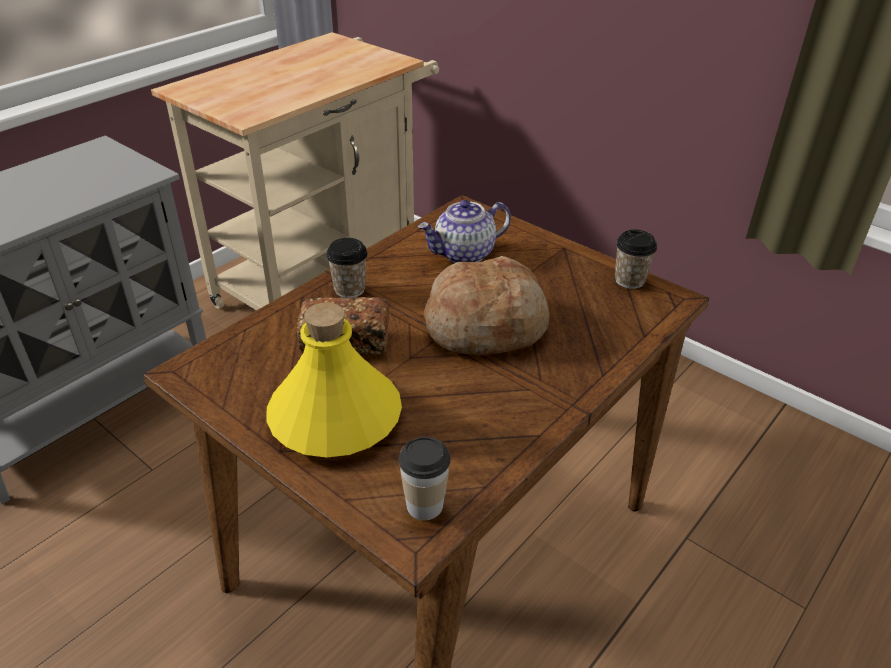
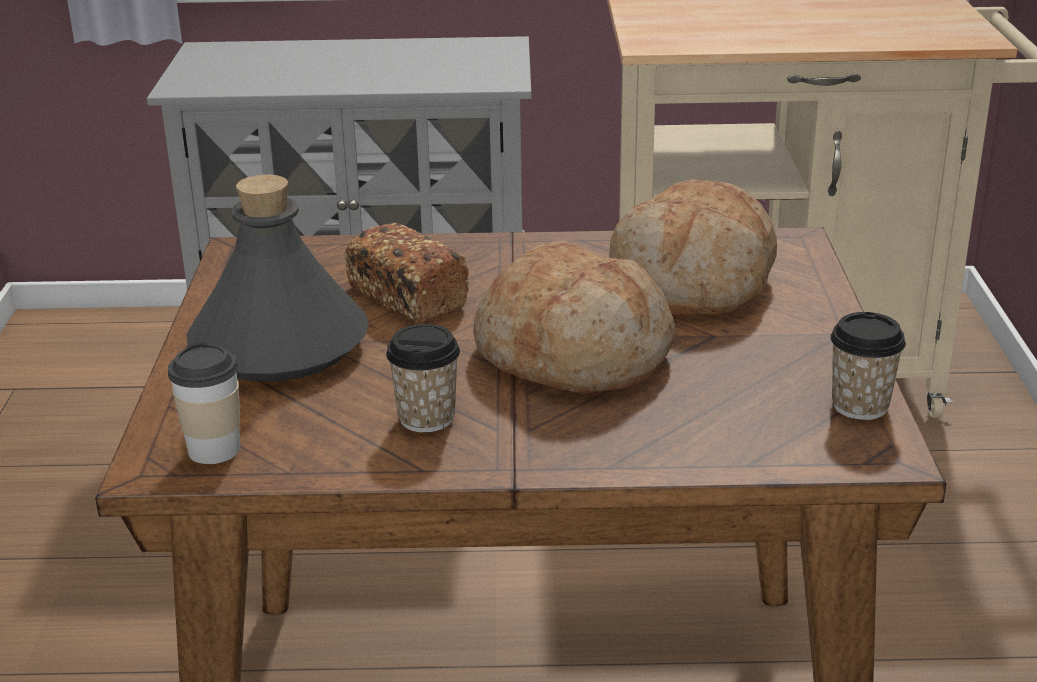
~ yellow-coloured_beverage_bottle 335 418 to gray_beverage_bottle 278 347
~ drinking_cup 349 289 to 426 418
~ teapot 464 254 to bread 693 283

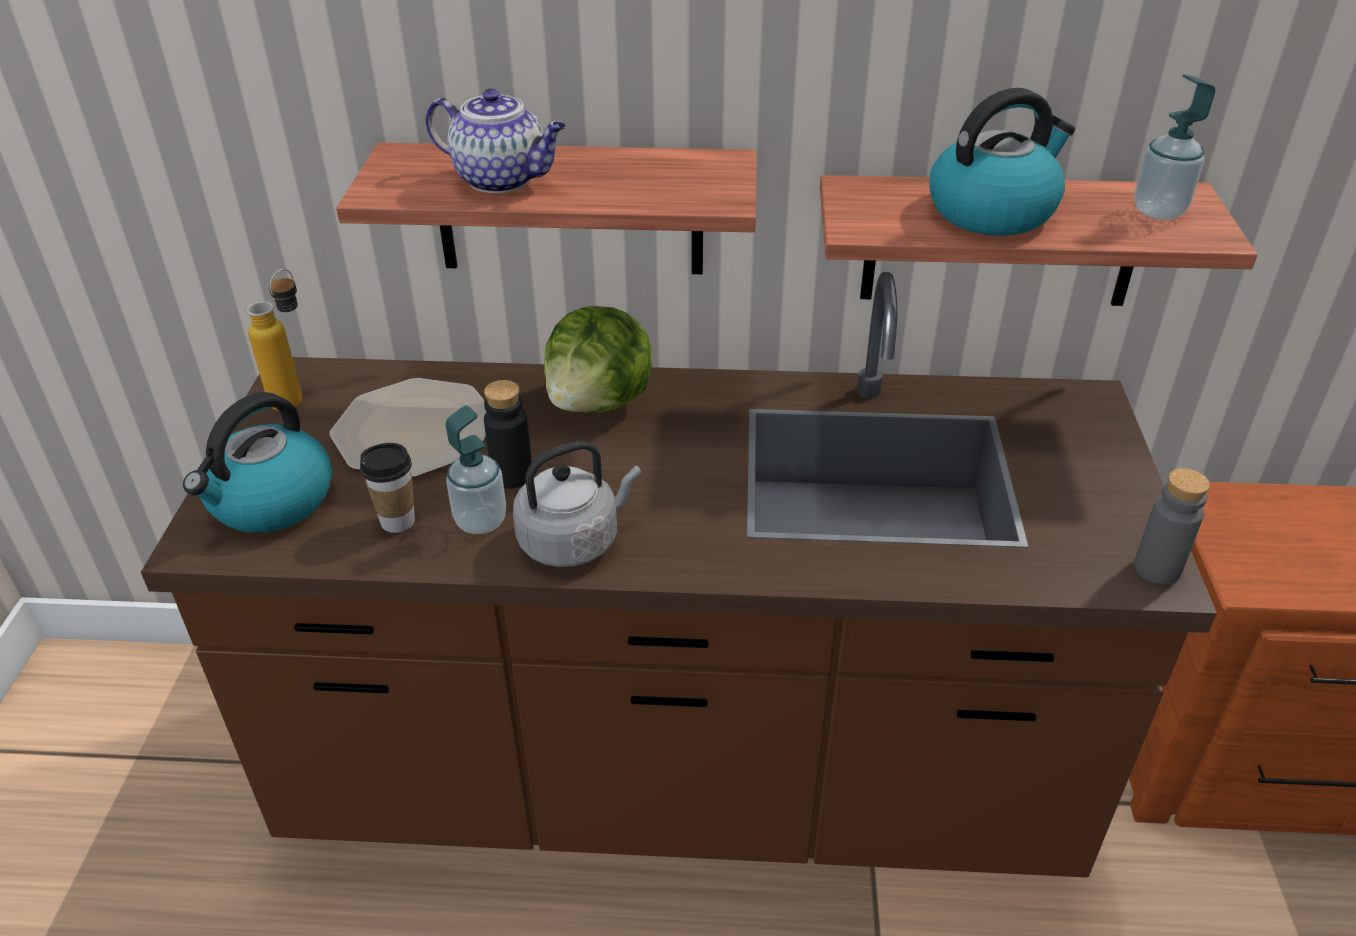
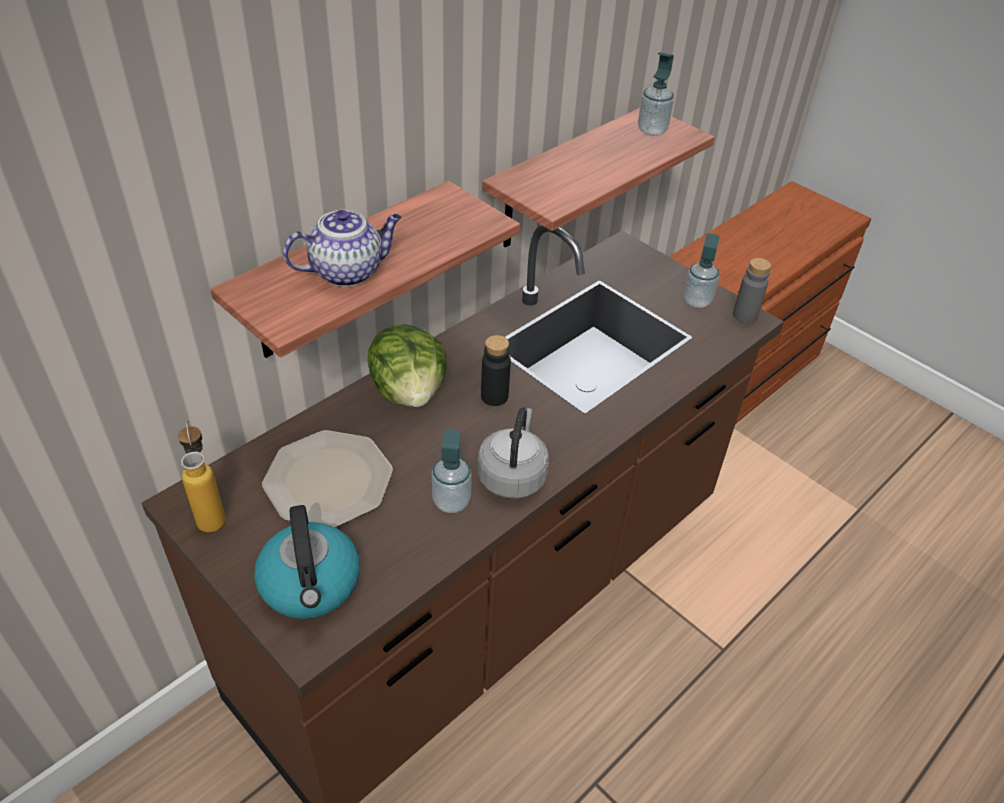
- drinking_cup 398 521
~ black-coloured_beverage_bottle 512 475 to 494 396
- kettle 993 211
+ soap_dispenser 697 301

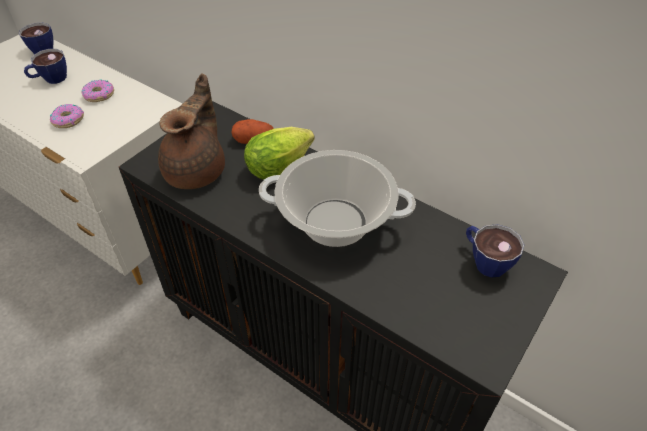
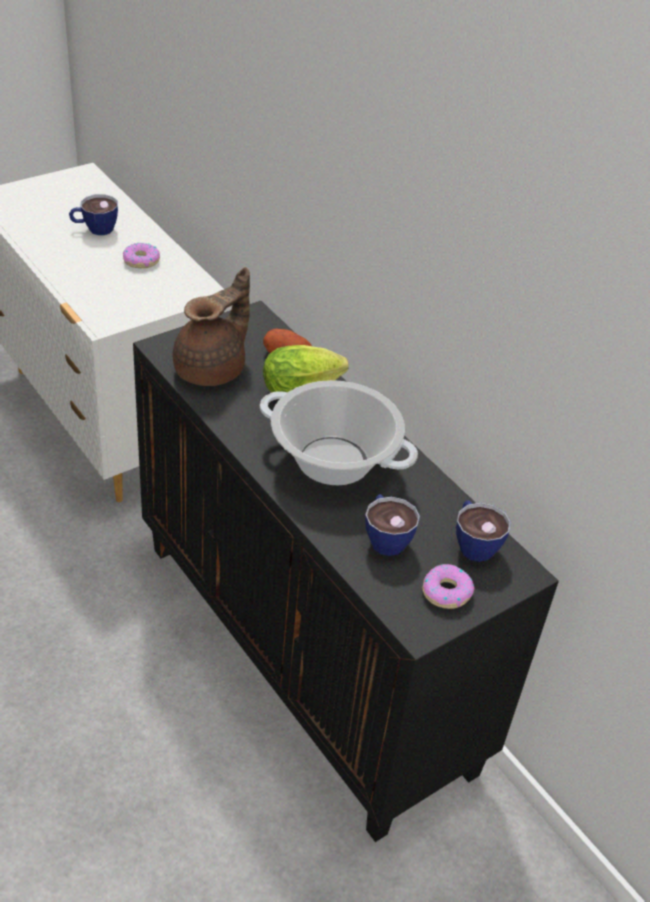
~ drinking_cup 41 48 to 385 537
~ donut 68 120 to 446 592

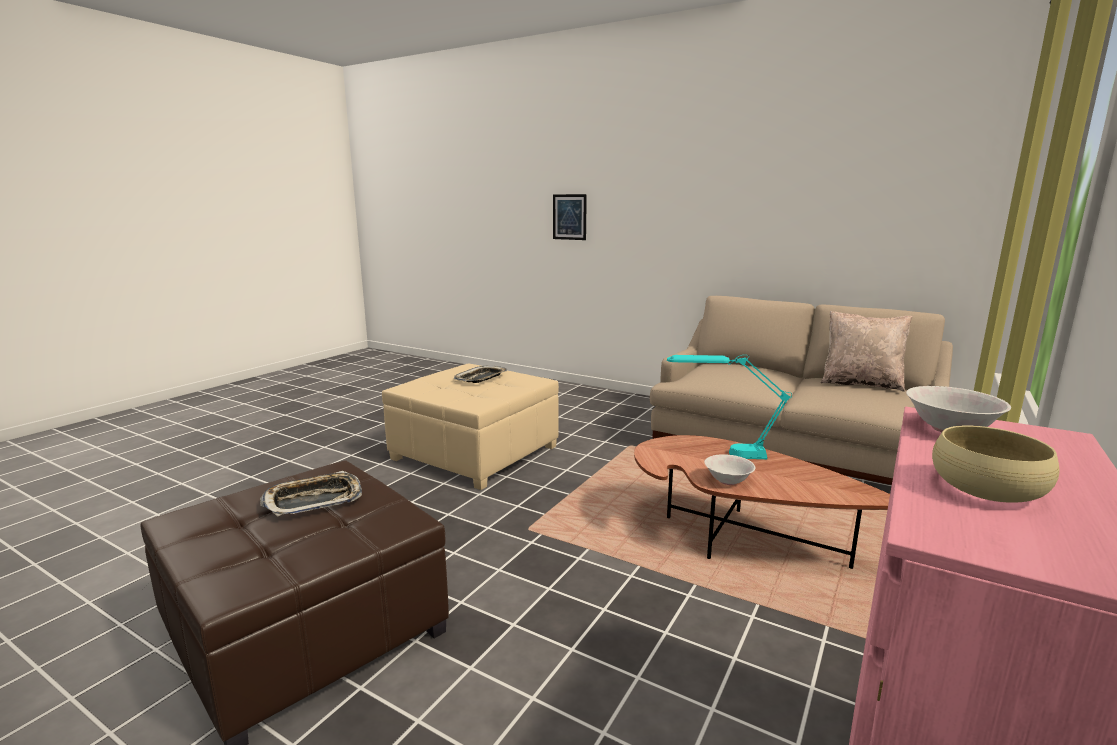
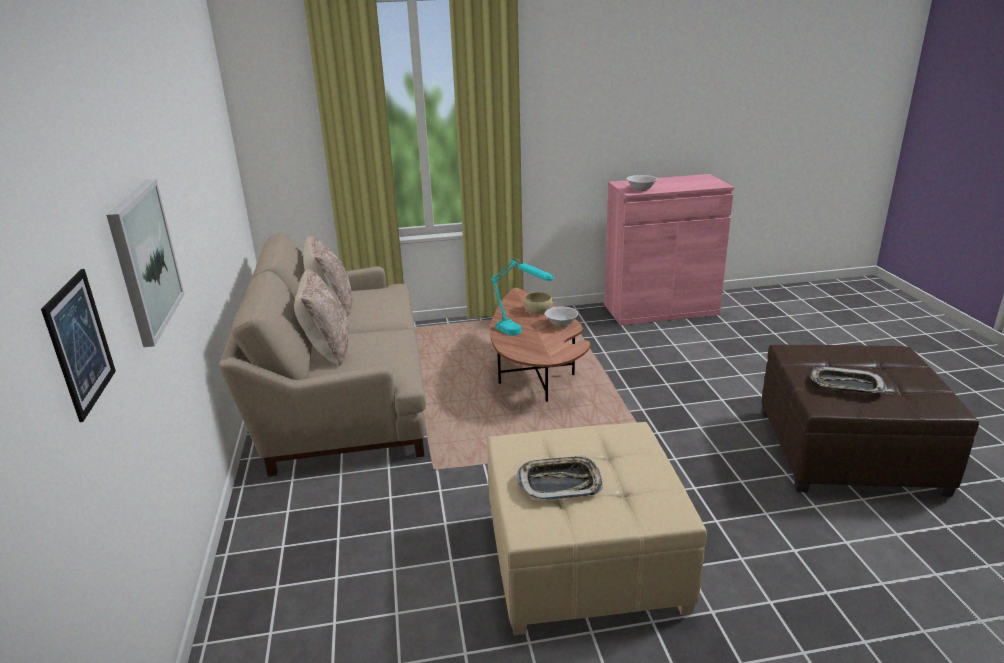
~ sand-coloured_serving_bowl 986 489 to 538 310
+ wall_picture 144 260
+ sand-coloured_cushion 327 349

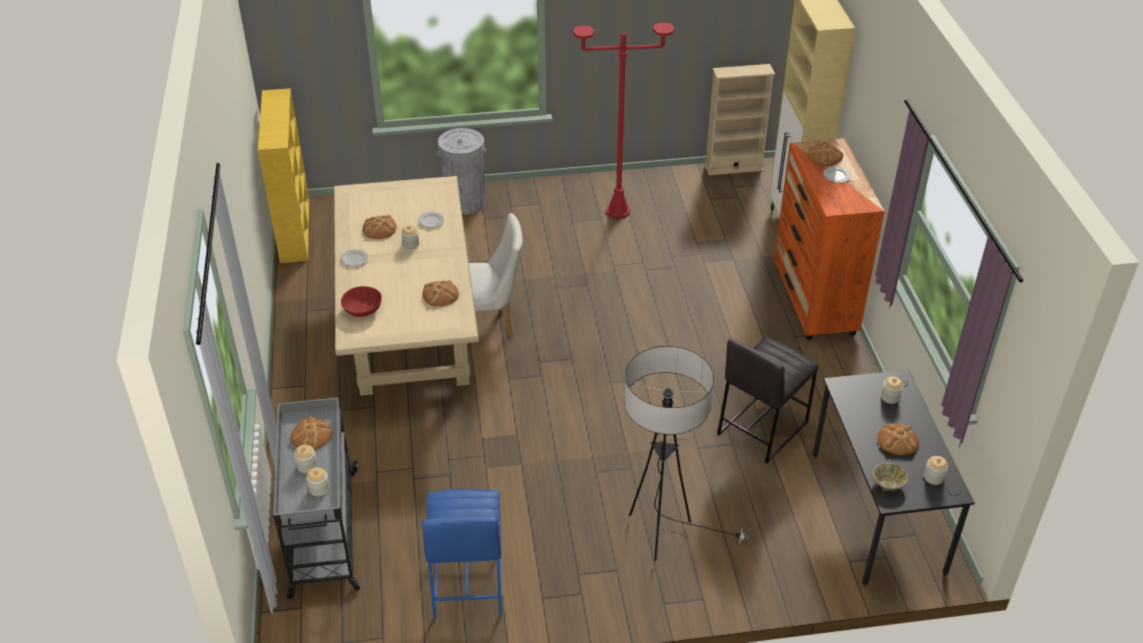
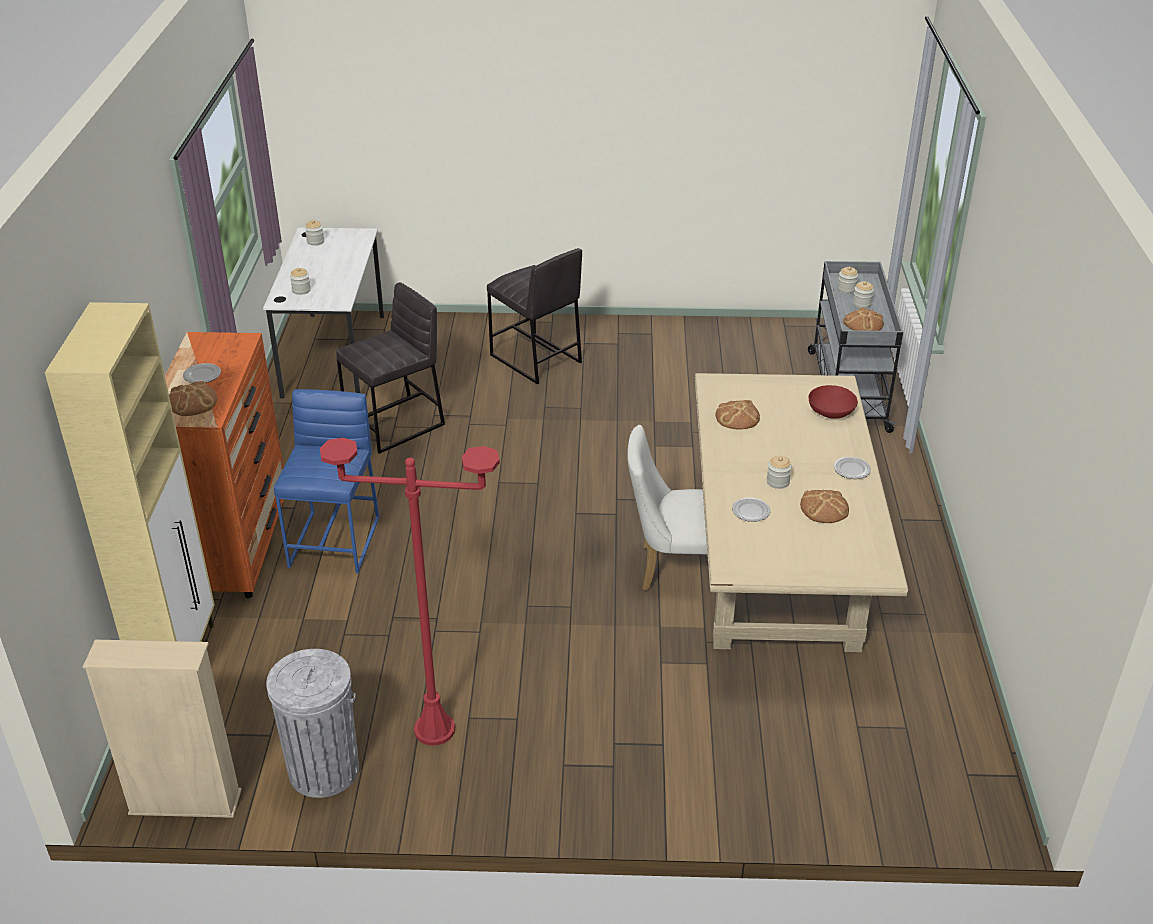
- yellow-coloured_shelving_unit 294 229
~ blue_sitting_stool 467 583 to 336 541
~ gray_trash_can 465 202 to 323 770
~ standing_lamp 662 535 to gray_sitting_stool 535 359
~ black-coloured_desk_unit 877 512 to whitish_desk_unit 334 355
- sand-coloured_serving_bowl 888 483
- bread 897 441

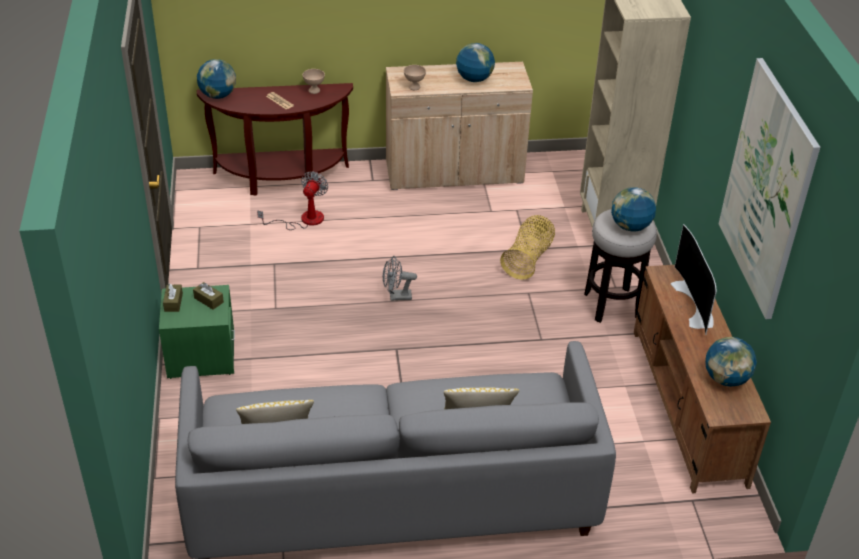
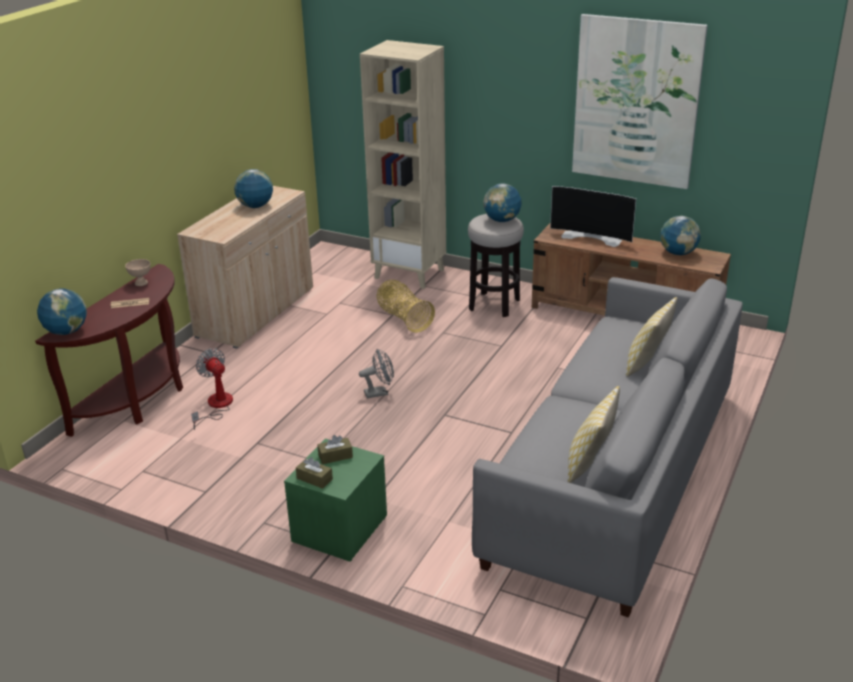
~ gray_fan 396 297 = 379 392 135 degrees counterclockwise
- sand-coloured_serving_bowl 414 87

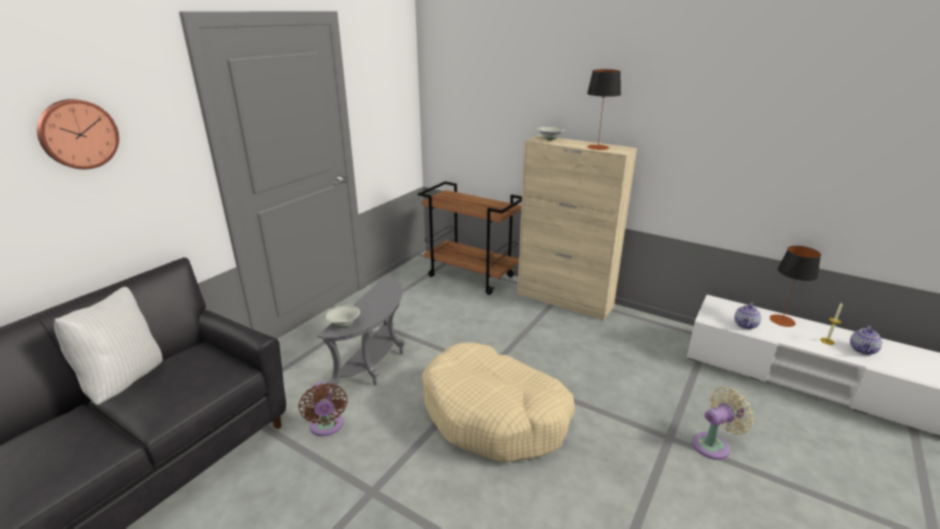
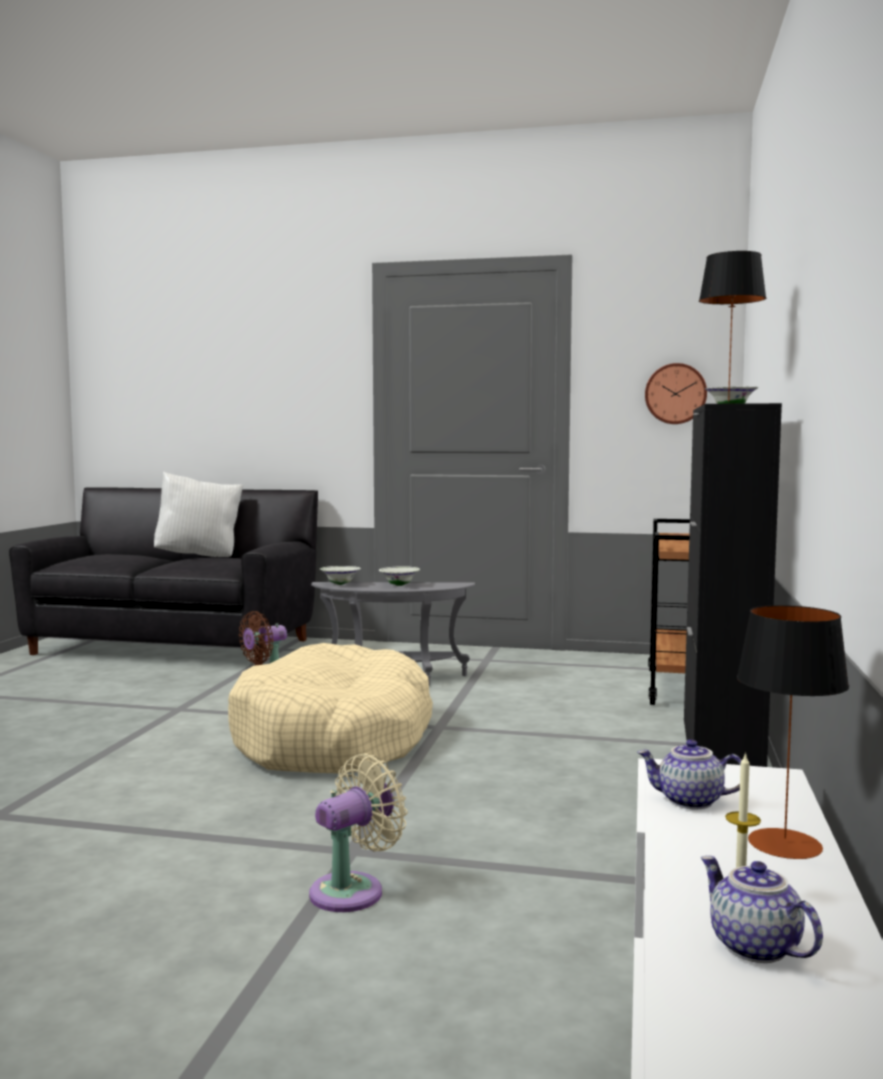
~ clock_on_the_wall 78 134 to 675 394
~ sand-coloured_storage_cabinet 565 300 to black-coloured_storage_cabinet 719 752
~ sand-coloured_fan 713 445 = 353 890 90 degrees counterclockwise
~ teapot 863 350 = 752 947 45 degrees clockwise
+ whitish_serving_bowl 399 585

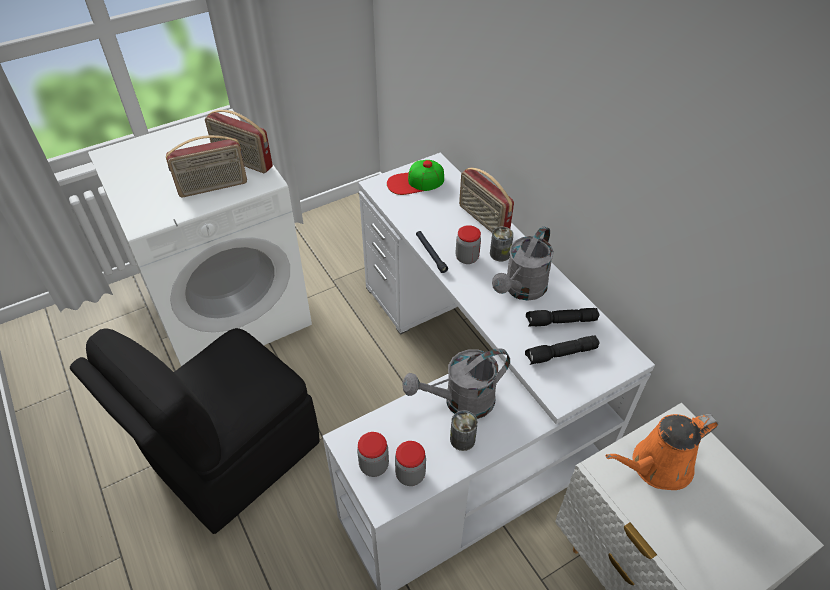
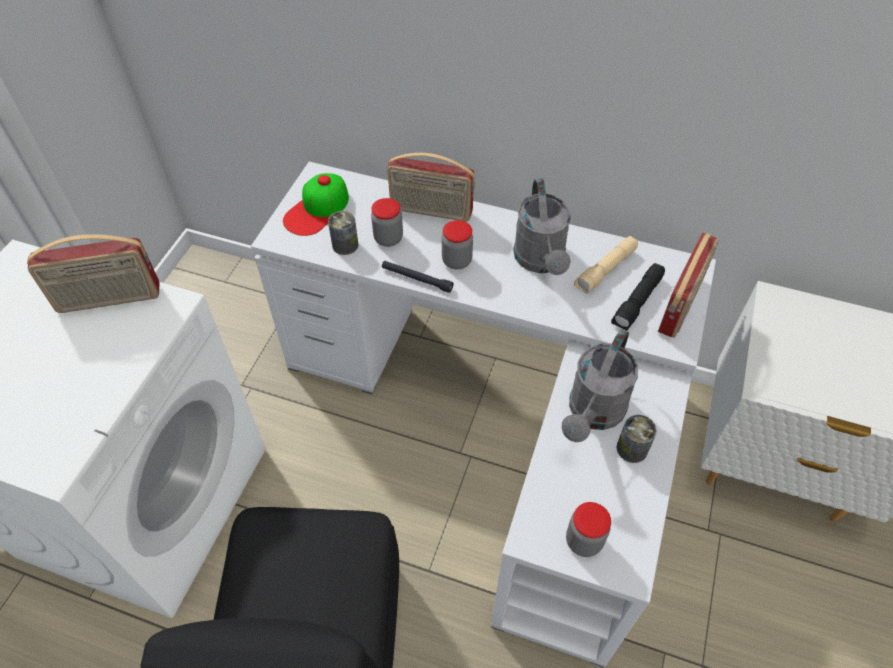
~ radio_receiver 213 187 to 681 306
~ jar 410 474 to 388 238
~ sealed_can 500 254 to 345 245
~ black-coloured_torch 560 322 to sand-coloured_torch 606 271
- orange-coloured_watering_can 656 466

